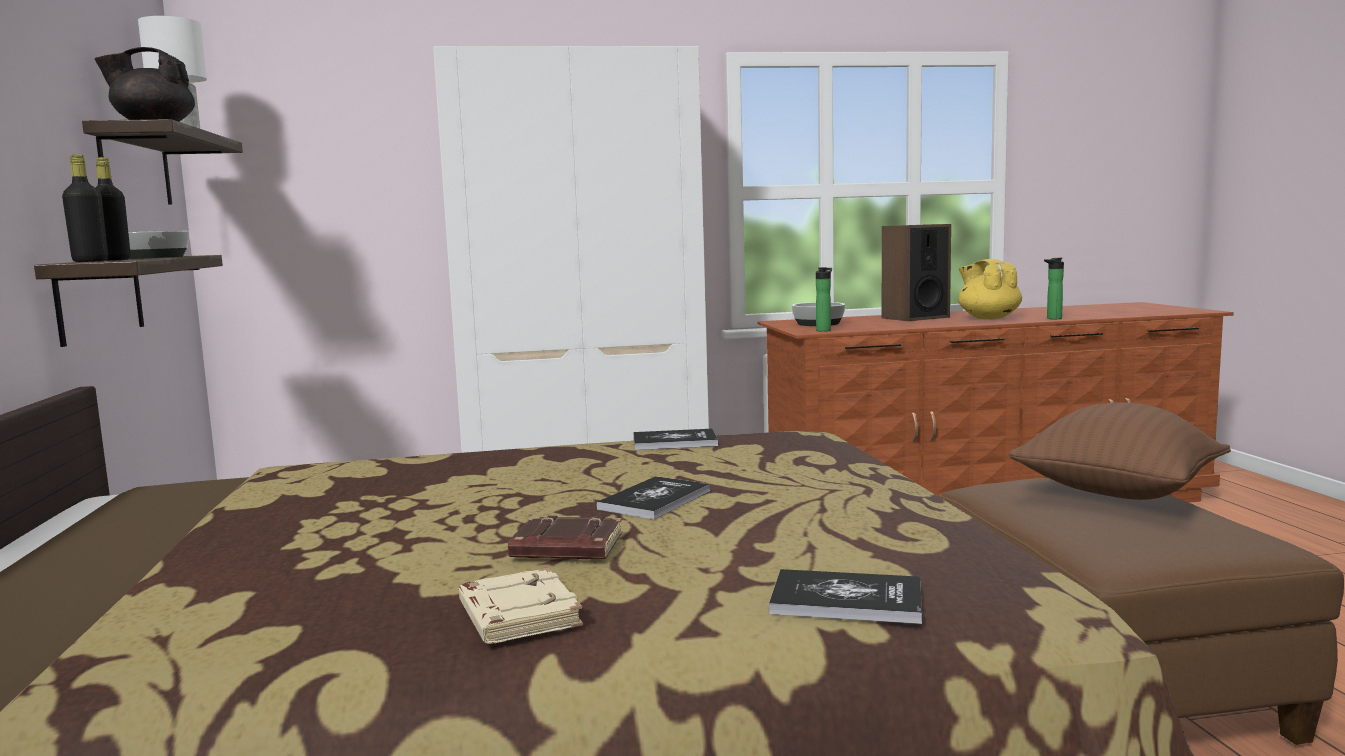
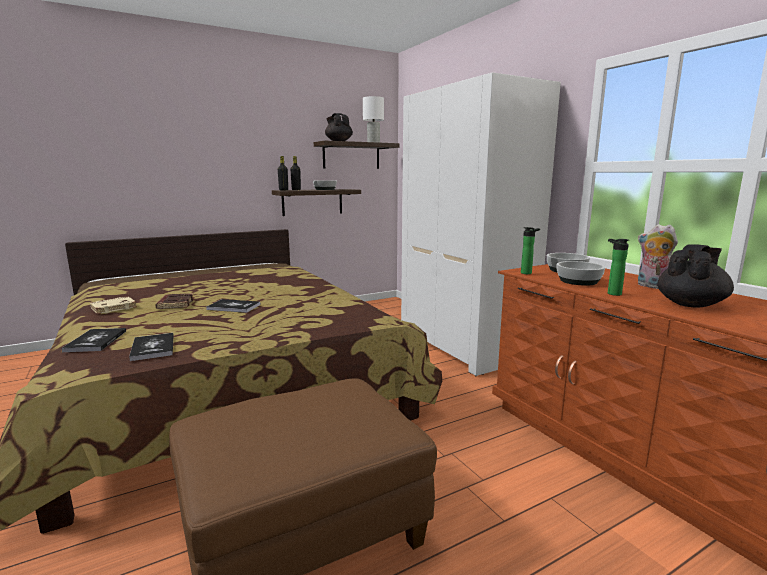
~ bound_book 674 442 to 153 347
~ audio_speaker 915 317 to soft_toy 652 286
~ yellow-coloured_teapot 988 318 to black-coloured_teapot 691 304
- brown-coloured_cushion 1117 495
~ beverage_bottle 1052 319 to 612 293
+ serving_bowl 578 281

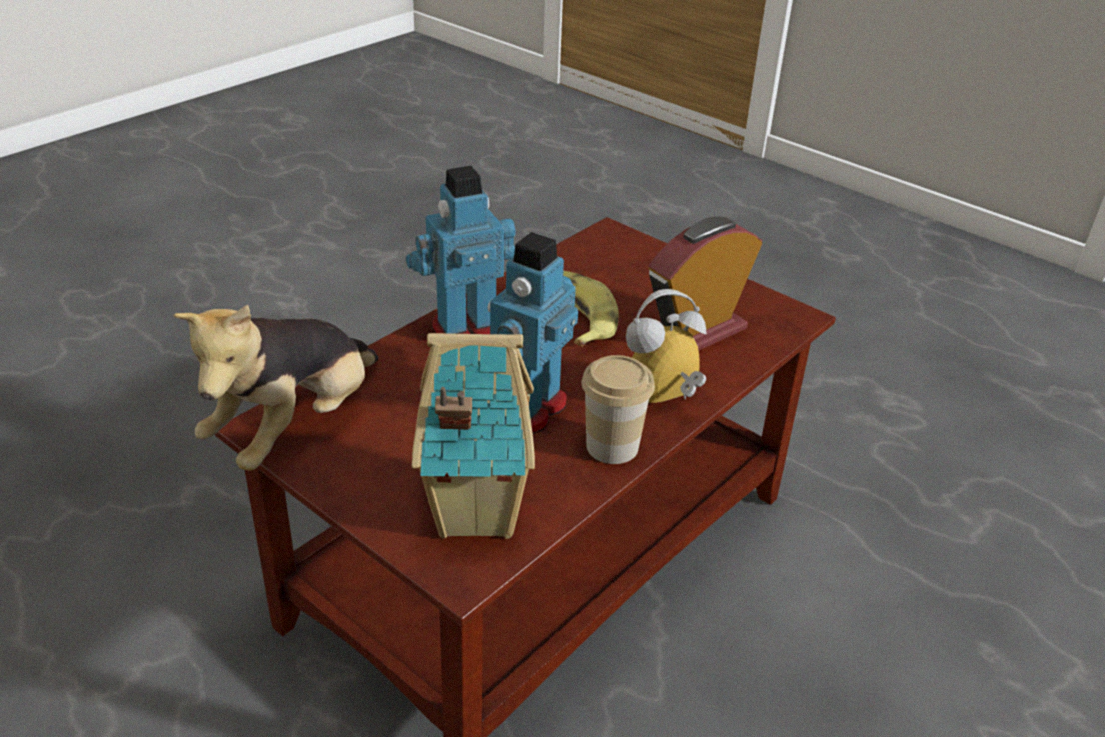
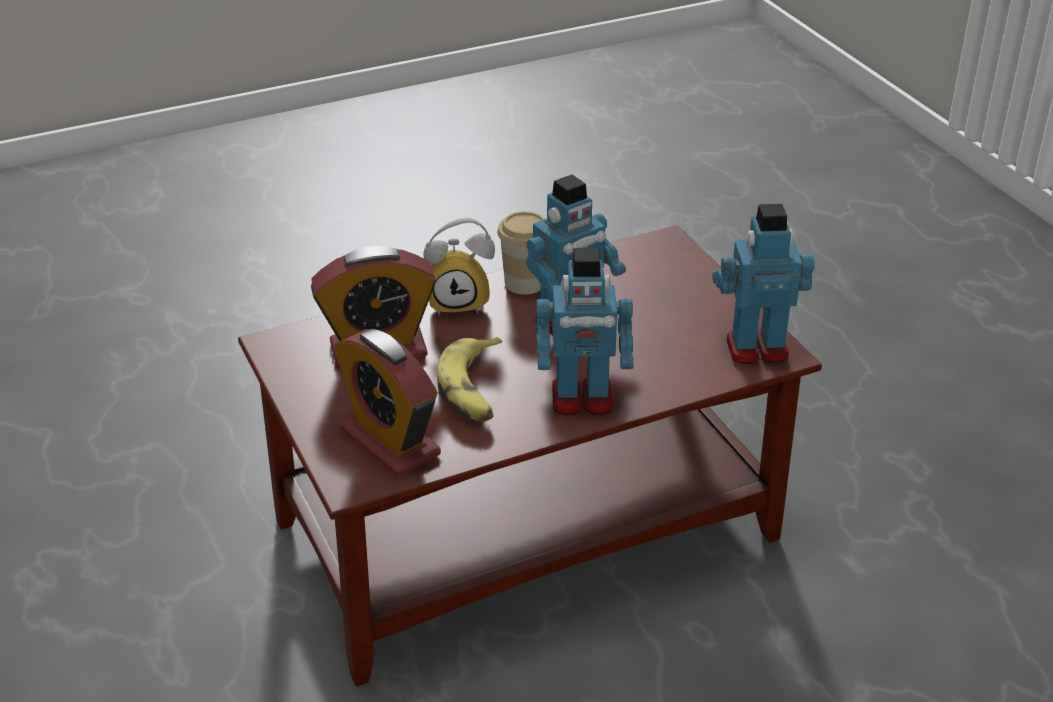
~ soft_toy 295 428 to model_robot 756 347
- toy_house 473 511
+ table_clock 390 442

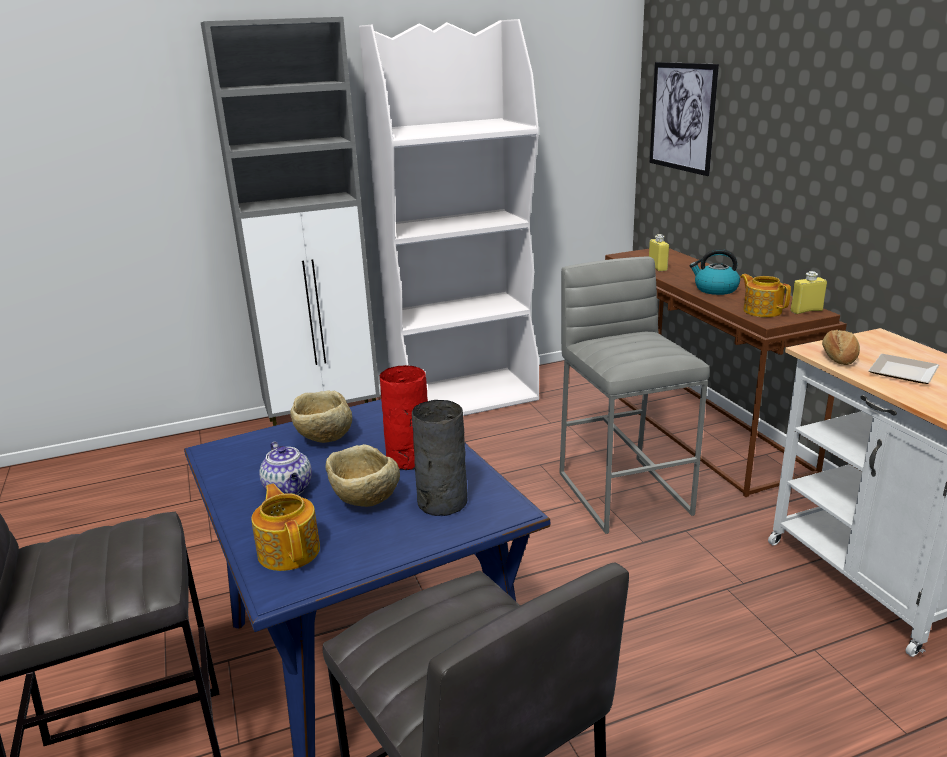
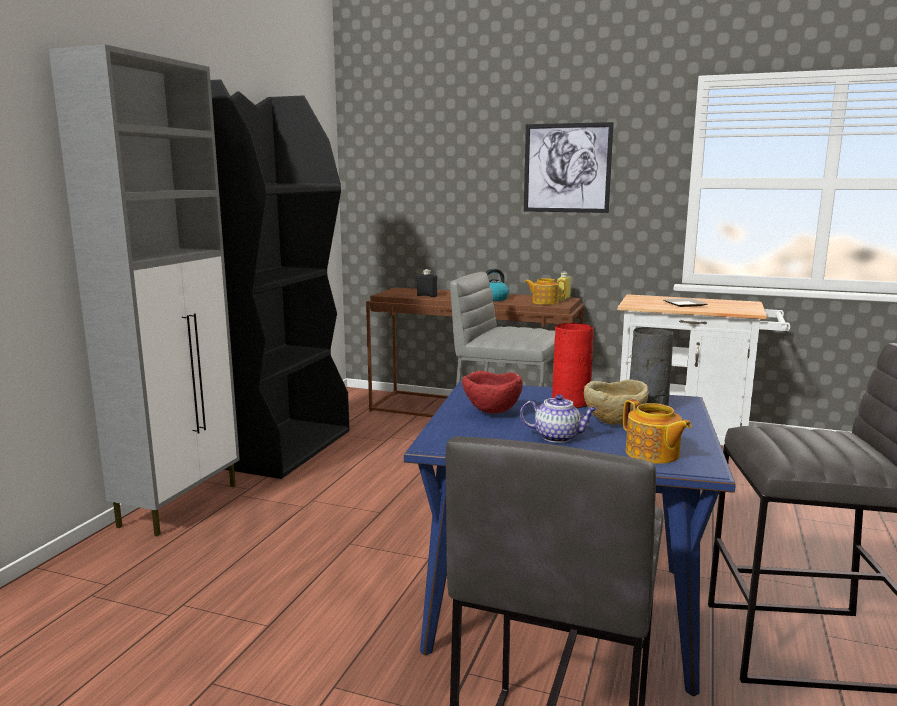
~ teapot 289 550 = 652 454 135 degrees counterclockwise
~ sand-coloured_serving_bowl 324 439 to reddish_serving_bowl 491 413
~ whitish_shelving_unit 465 397 to black-coloured_shelving_unit 285 448
~ yellow-coloured_beverage_bottle 657 267 to black-coloured_beverage_bottle 427 296
~ wall_picture 682 117 to 567 168
- bread 838 358

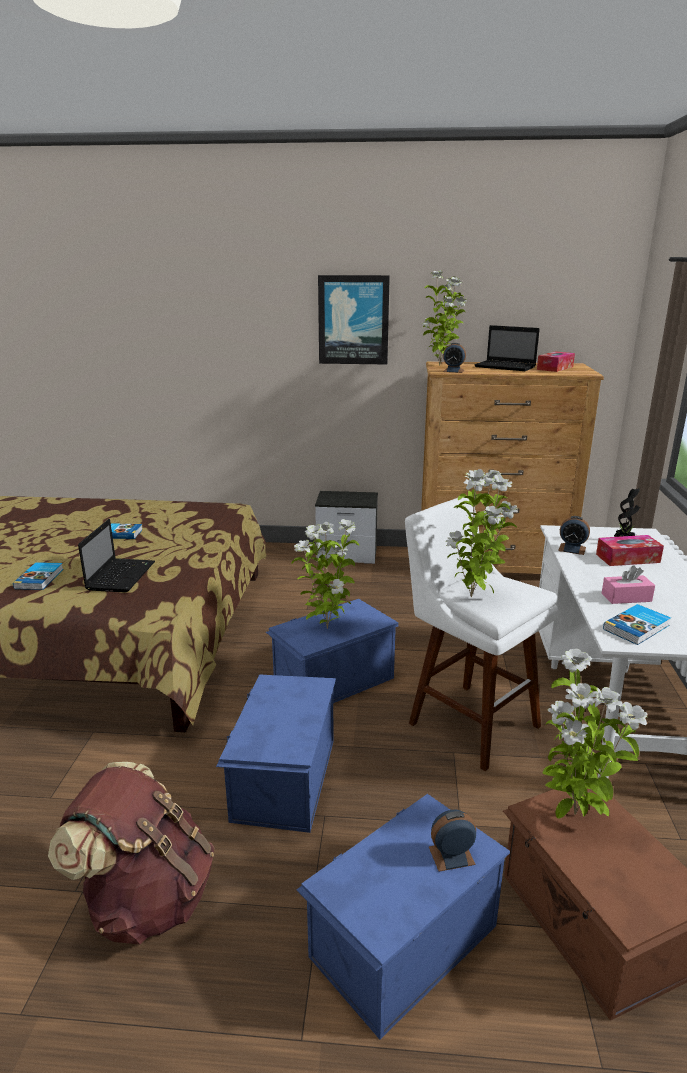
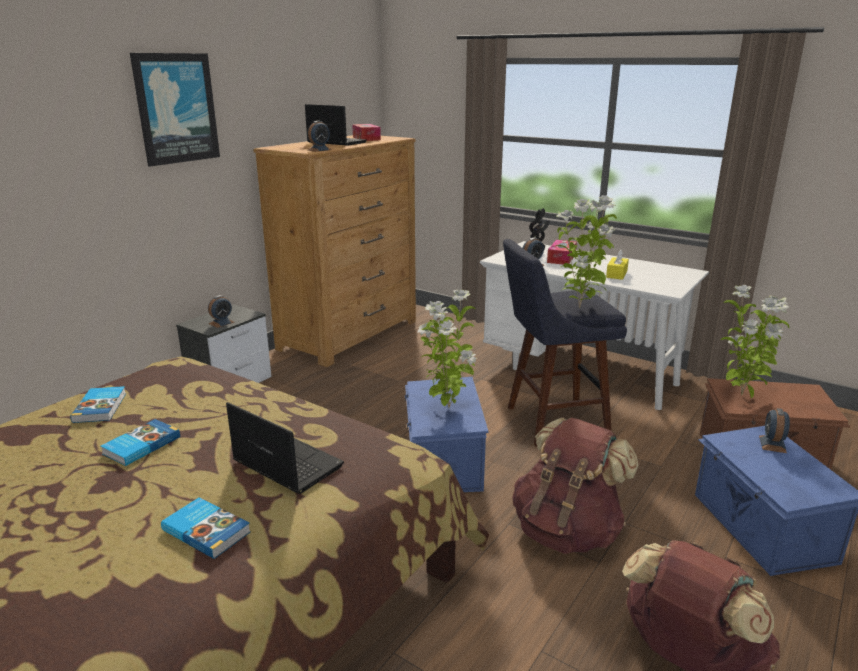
~ blue_storage_bin 282 779 to brown-coloured_knapsack 567 531
~ whitish_sitting_stool 467 720 to blue_sitting_stool 550 422
- houseplant 441 365
~ notebook_computer 506 367 = 335 142 120 degrees counterclockwise
~ pink-coloured_box_of_tissues 626 597 to yellow-coloured_box_of_tissues 616 274
~ bound_book 637 627 to 101 407
+ table_clock 221 323

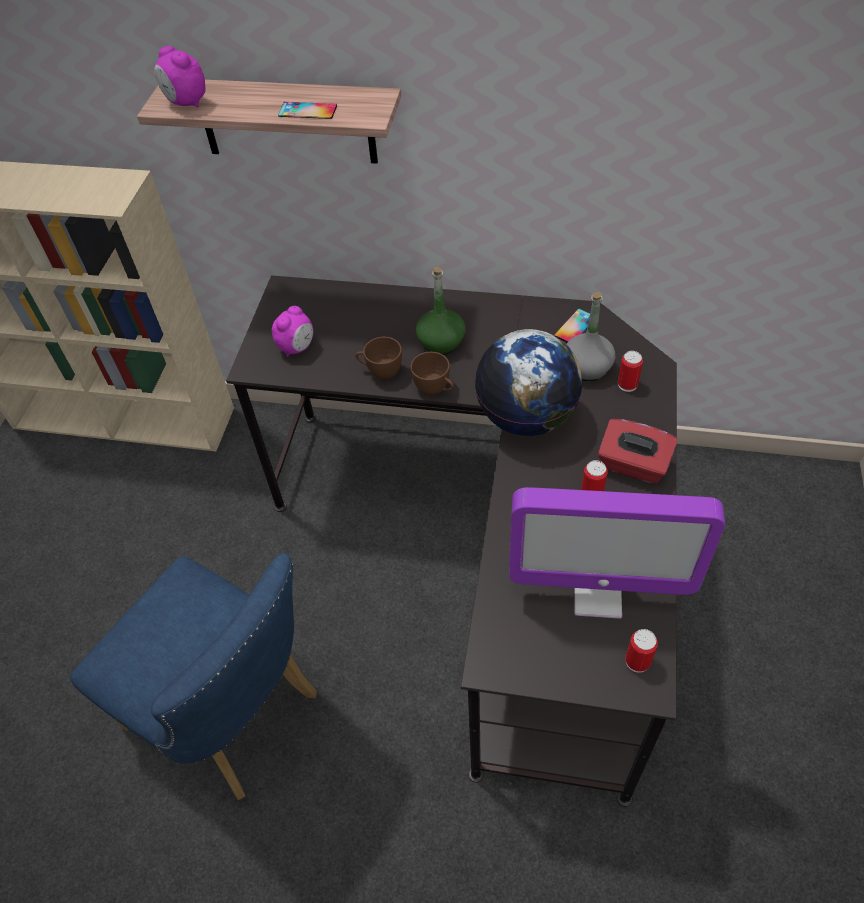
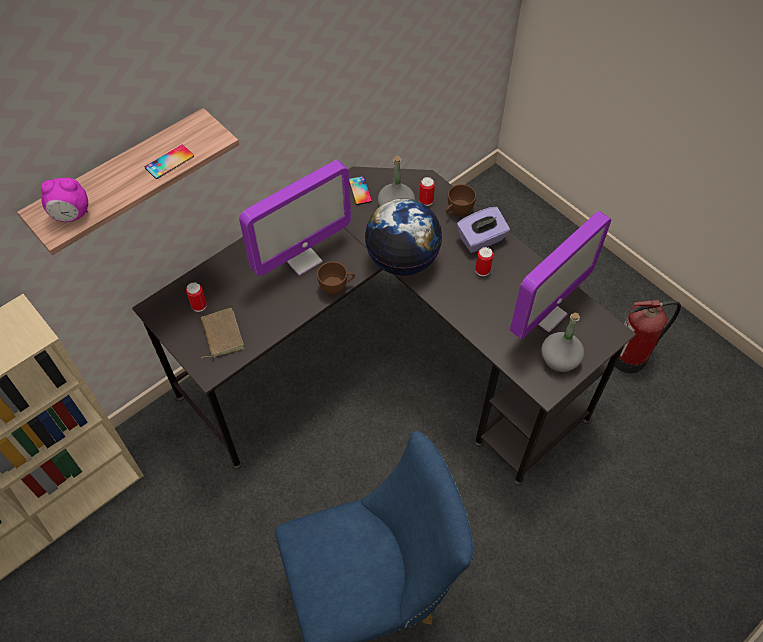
~ table_clock 297 347 to brown-coloured_bound_book 221 334
~ brown-coloured_drinking_cup 380 372 to 457 212
~ greenish_beverage_bottle 441 342 to computer_display 301 258
~ reddish_box_of_tissues 633 465 to purple_box_of_tissues 481 240
~ sealed_can 637 661 to 199 305
+ gray_beverage_bottle 559 359
+ extinguisher 630 356

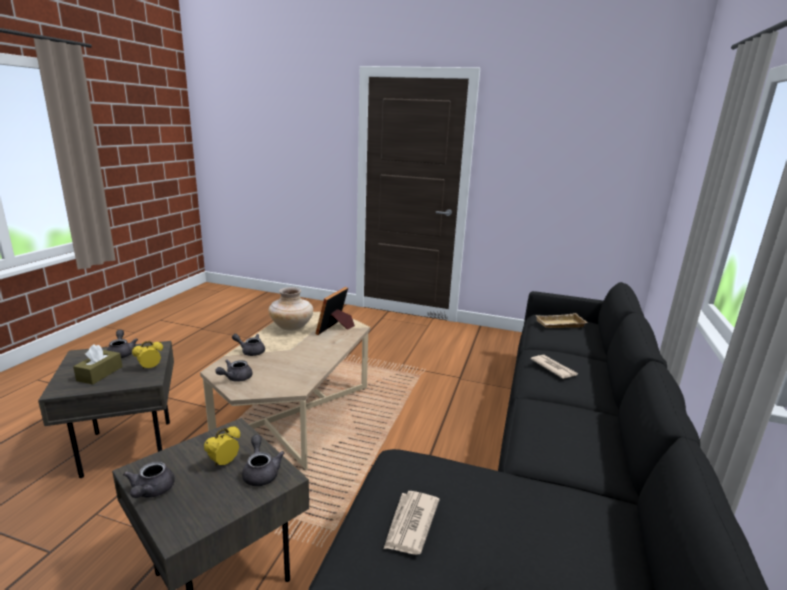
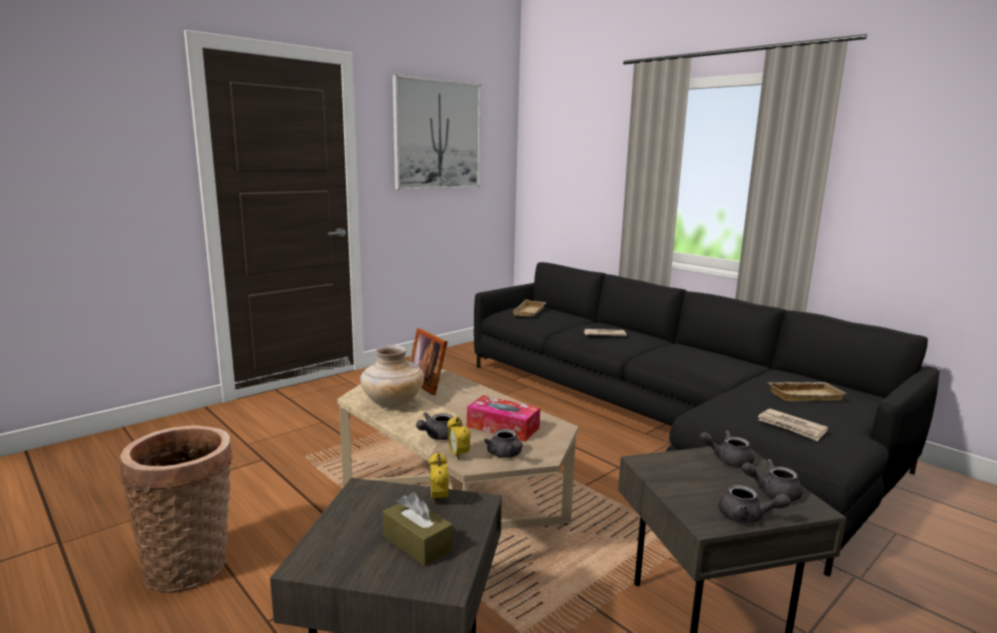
~ gray_teapot 121 353 to 772 492
~ table_clock 224 463 to 458 455
+ household_basket 191 565
+ wall_picture 437 135
+ box_of_tissues 503 427
+ sand-coloured_carrying_tray 804 395

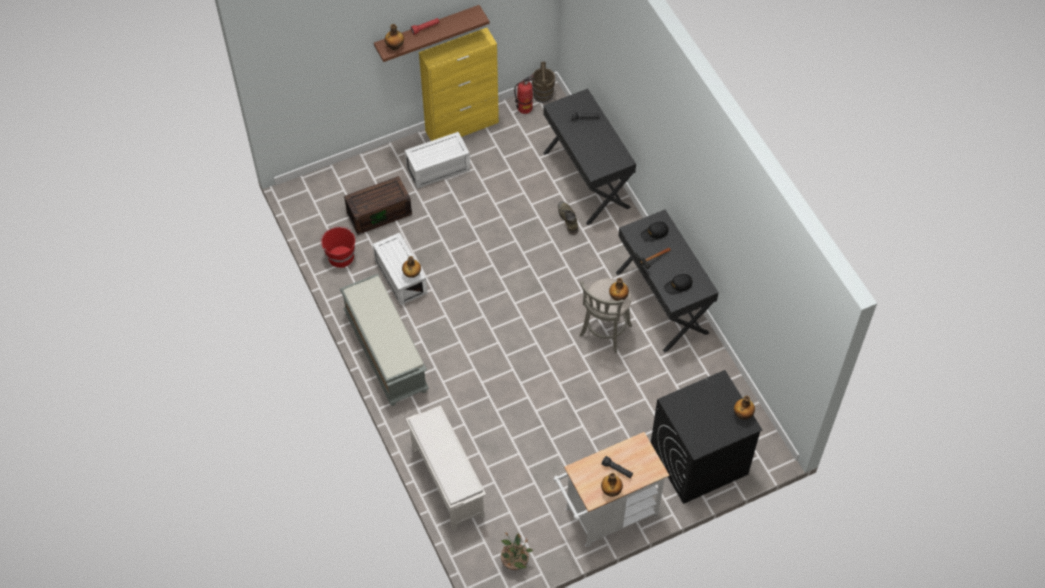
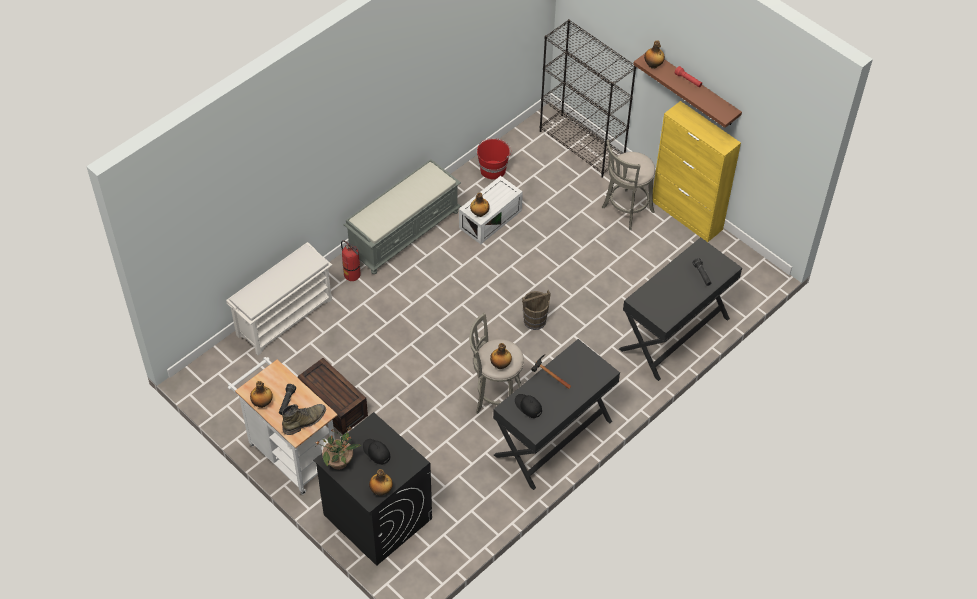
~ brown-coloured_storage_bin 379 212 to 335 405
~ whitish_storage_bin 437 169 to gray_sitting_stool 625 211
~ houseplant 515 561 to 339 461
~ extinguisher 524 108 to 352 275
~ brown-coloured_water_bucket 543 94 to 535 320
~ greenish_tall_boot 568 219 to 305 421
~ black-coloured_peaked_cap 654 233 to 376 452
+ black-coloured_shelving_unit 582 145

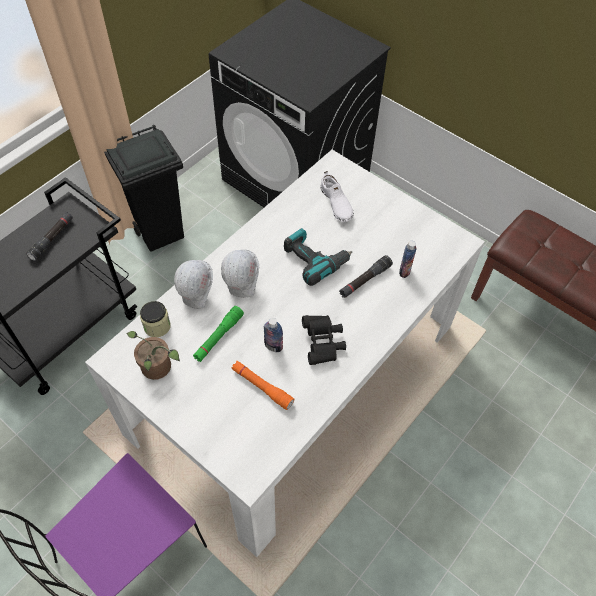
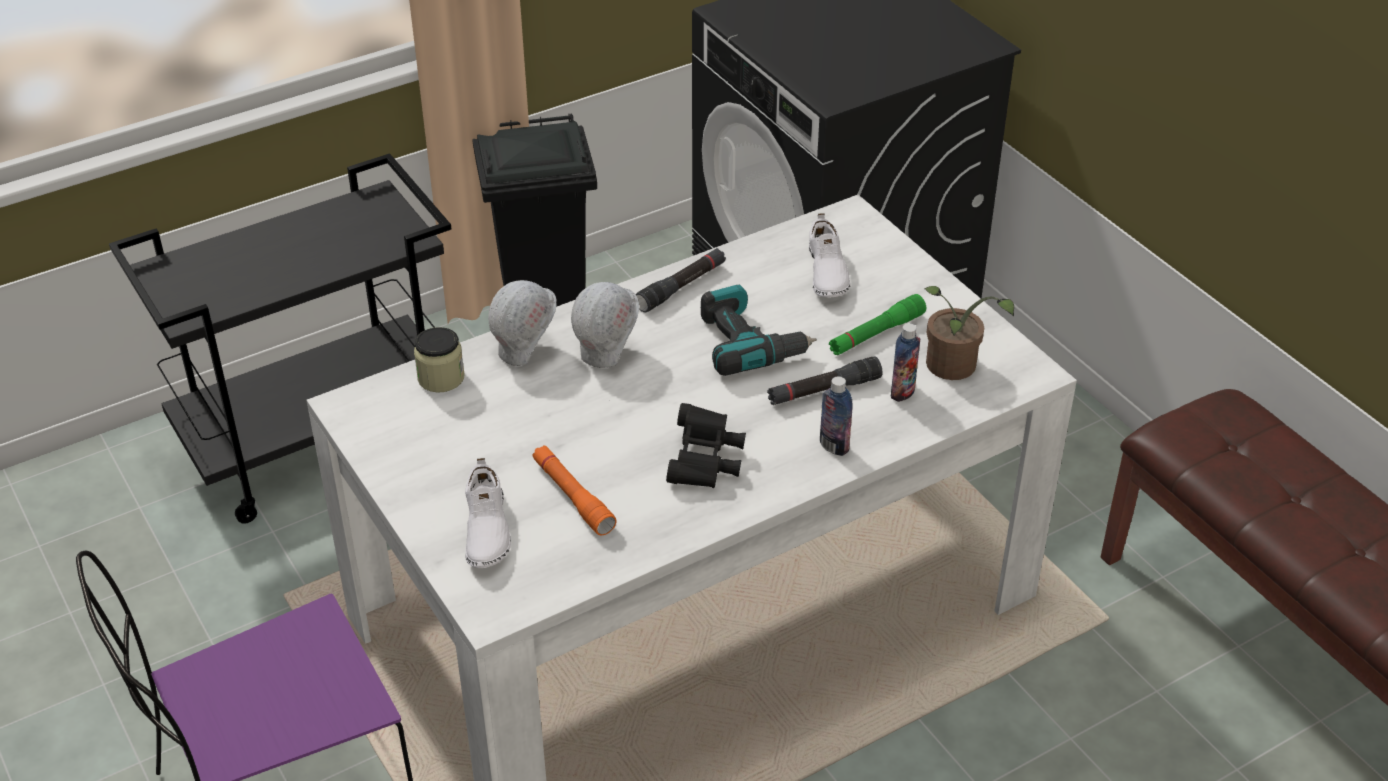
~ black-coloured_torch 52 239 to 681 287
~ houseplant 158 369 to 954 369
~ greenish_torch 218 337 to 876 334
~ beverage_bottle 273 346 to 834 446
+ whitish_item_of_footwear 485 530

